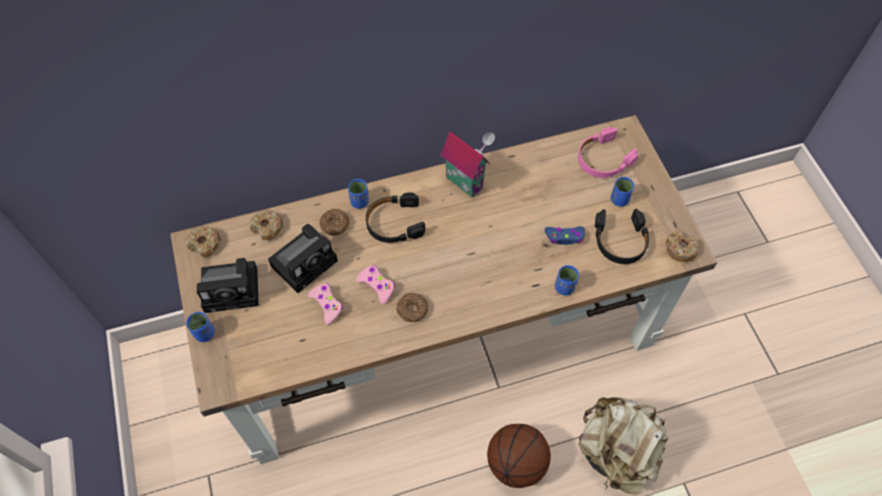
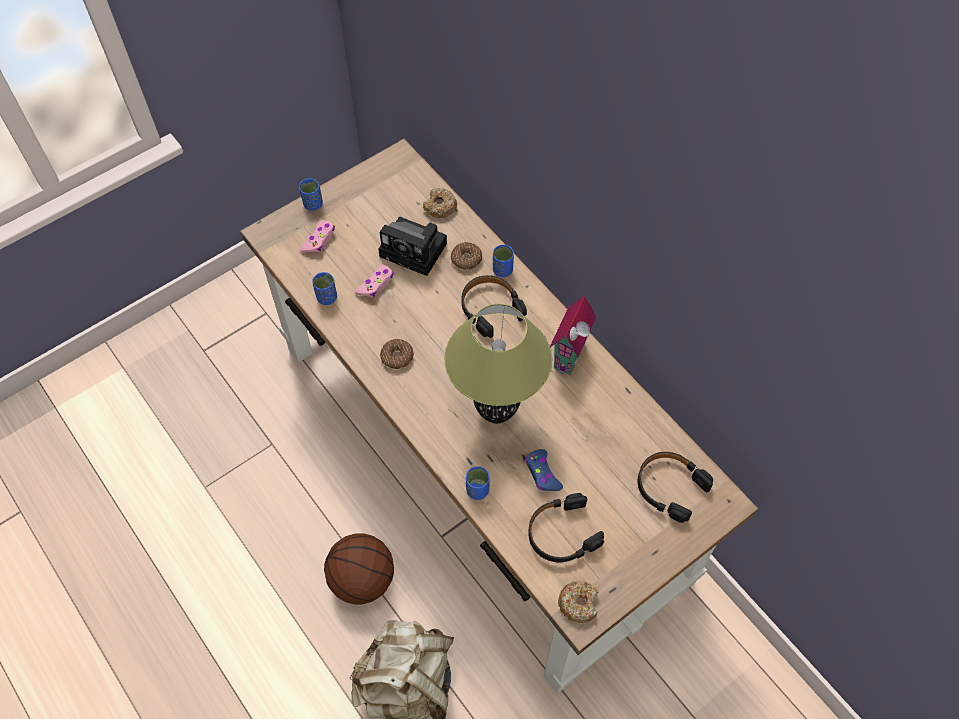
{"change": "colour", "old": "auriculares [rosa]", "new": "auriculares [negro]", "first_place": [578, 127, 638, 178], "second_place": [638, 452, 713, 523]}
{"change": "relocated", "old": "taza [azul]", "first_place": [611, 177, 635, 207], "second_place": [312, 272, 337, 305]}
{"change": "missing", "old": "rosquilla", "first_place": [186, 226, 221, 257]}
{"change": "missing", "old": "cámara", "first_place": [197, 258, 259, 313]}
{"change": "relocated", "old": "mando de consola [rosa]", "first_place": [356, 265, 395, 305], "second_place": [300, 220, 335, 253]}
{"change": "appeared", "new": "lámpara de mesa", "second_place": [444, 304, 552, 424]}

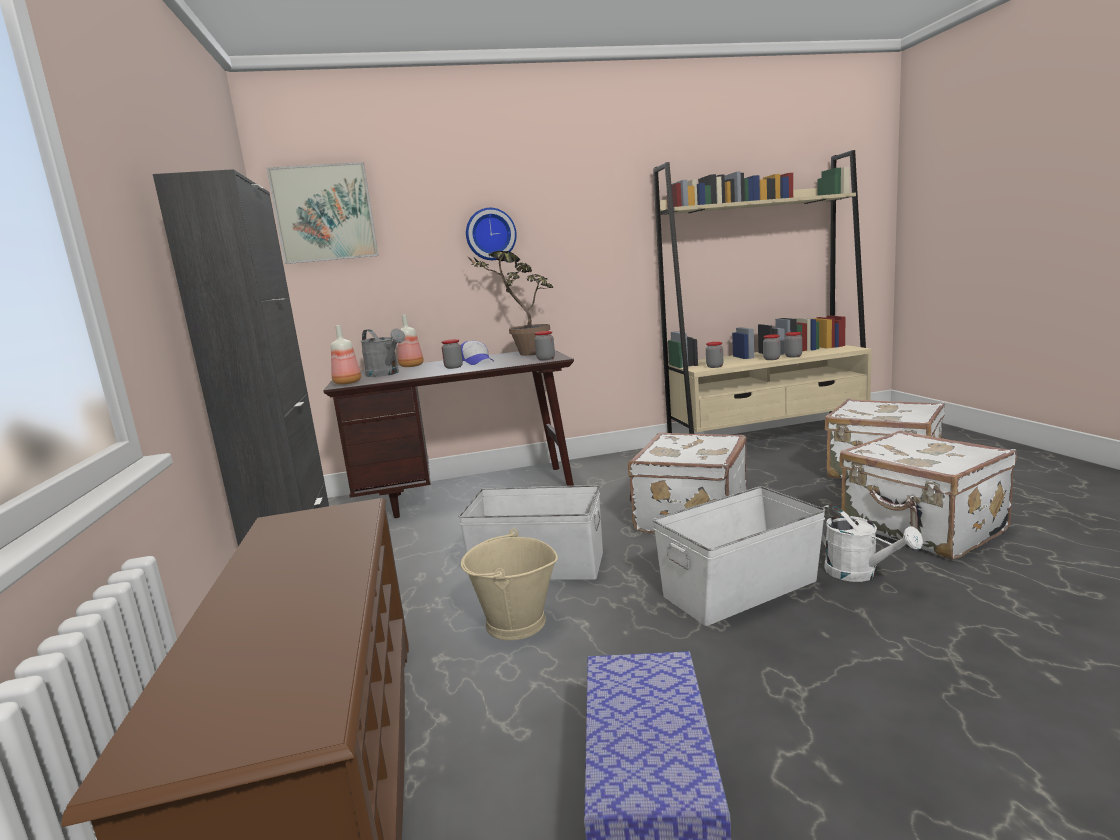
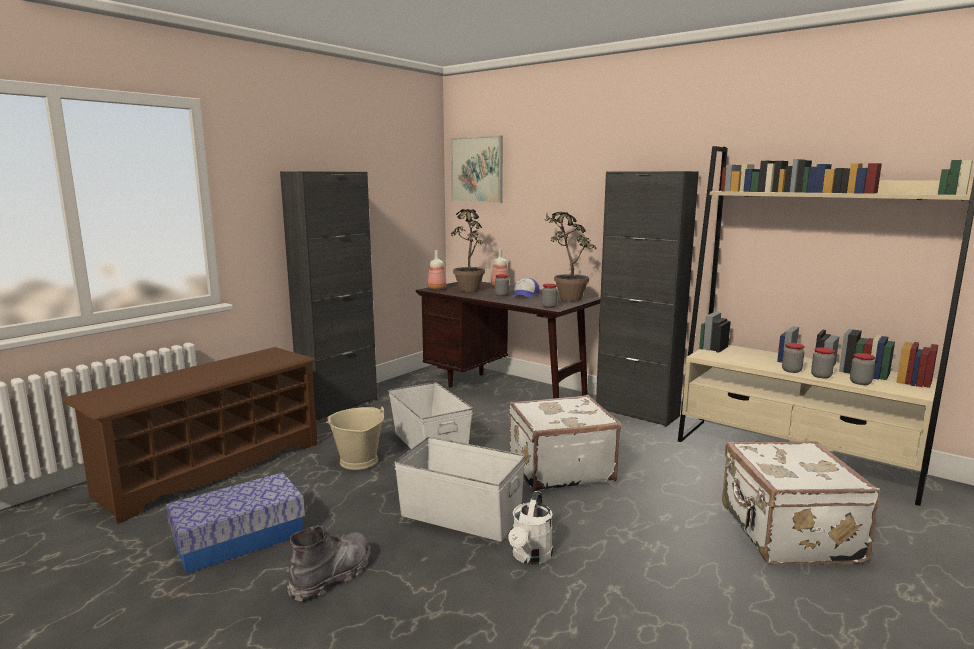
{"change": "missing", "old": "reloj de pared", "first_place": [466, 208, 517, 260]}
{"change": "exchanged", "old": "regadera [gris]", "new": "planta en maceta", "first_place": [360, 329, 405, 377], "second_place": [451, 209, 485, 292]}
{"change": "relocated", "old": "tarro", "first_place": [706, 342, 723, 368], "second_place": [850, 353, 875, 385]}
{"change": "missing", "old": "maleta [blanco]", "first_place": [839, 430, 1017, 560]}
{"change": "appeared", "new": "armario [negro]", "second_place": [596, 171, 699, 427]}
{"change": "appeared", "new": "bota [gris]", "second_place": [287, 526, 370, 601]}

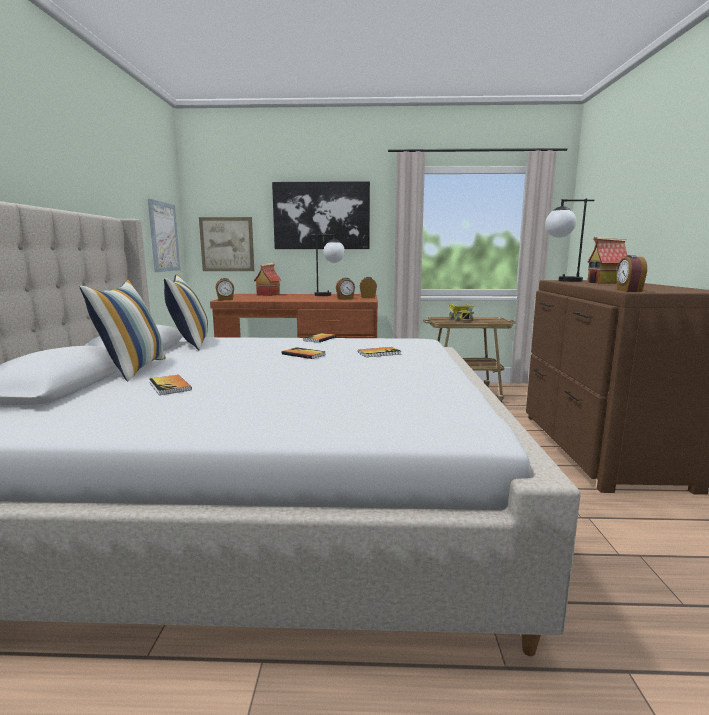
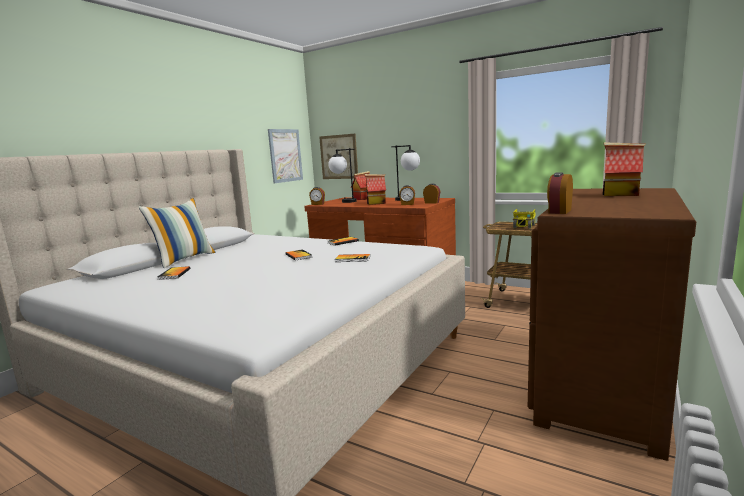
{"change": "missing", "old": "cuadro", "first_place": [272, 181, 370, 249]}
{"change": "relocated", "old": "lámpara de mesa", "first_place": [545, 199, 595, 282], "second_place": [328, 148, 356, 203]}
{"change": "missing", "old": "cojín", "first_place": [164, 274, 208, 350]}
{"change": "appeared", "new": "casita", "second_place": [364, 174, 386, 205]}

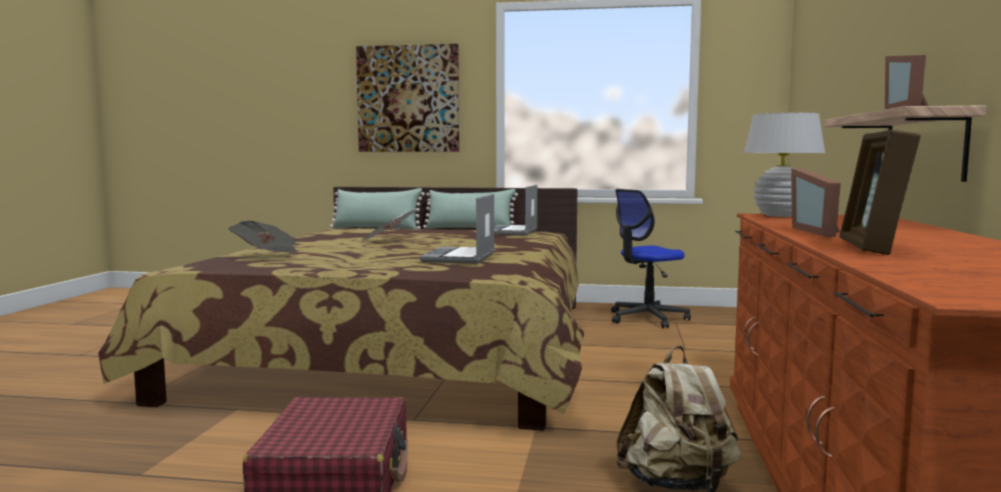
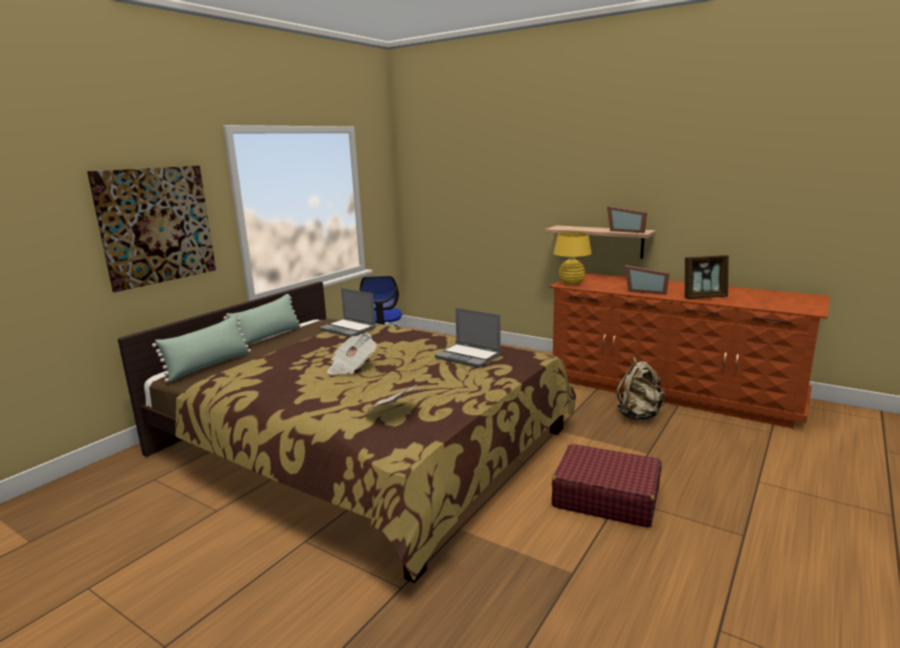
{"change": "colour", "old": "lámpara de mesa [blanco]", "new": "lámpara de mesa [amarillo]", "first_place": [744, 112, 825, 217], "second_place": [553, 232, 592, 285]}
{"change": "spun", "old": "portarretratos", "first_place": [839, 130, 921, 255], "second_place": [685, 255, 729, 299], "degrees": -45}

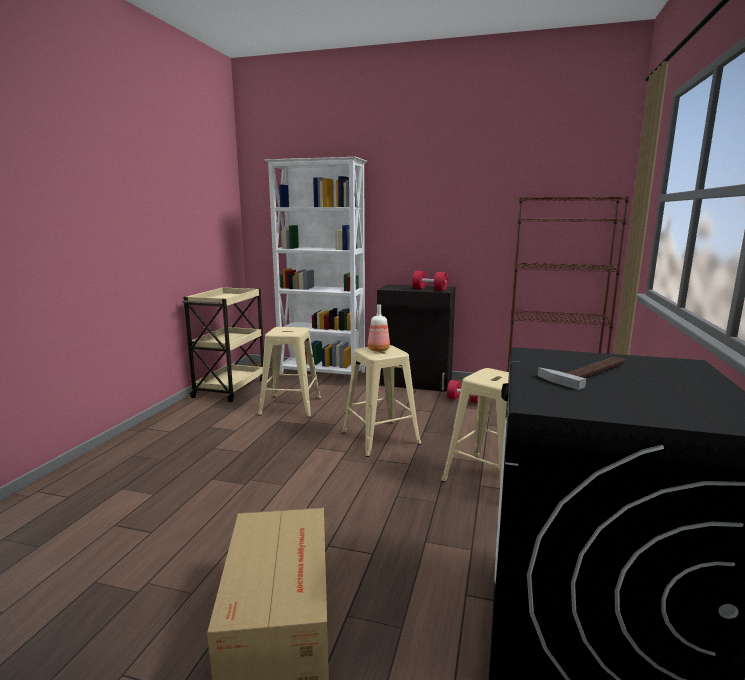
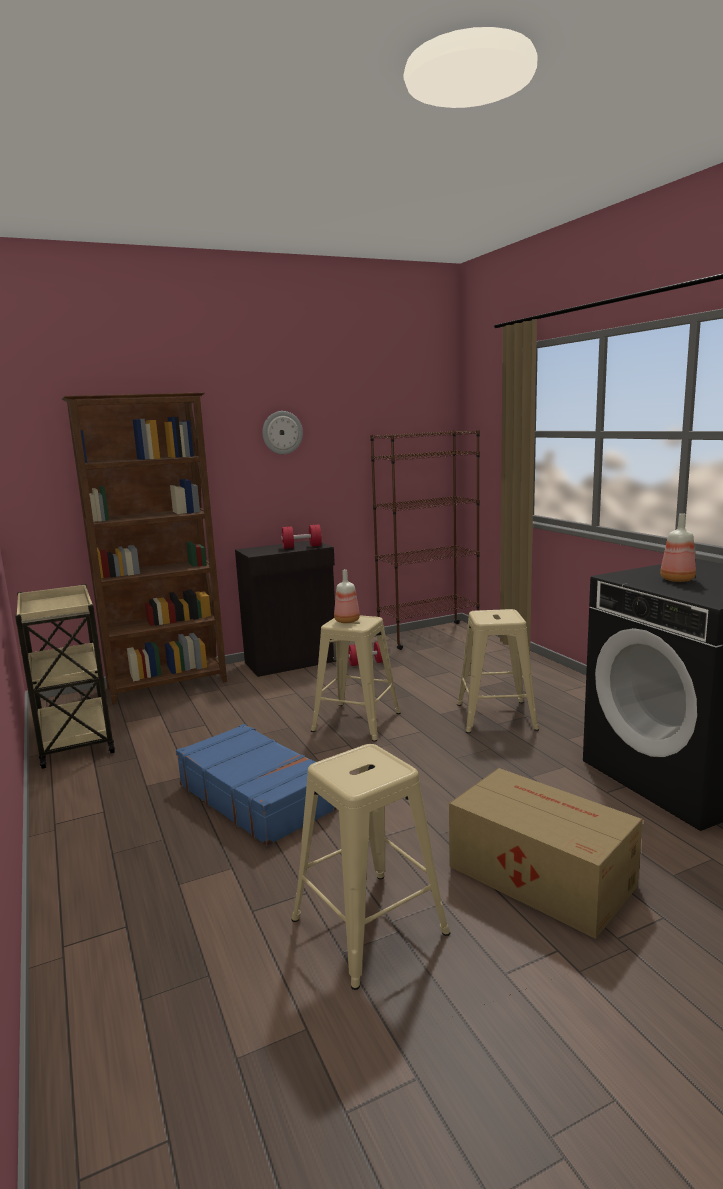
{"change": "colour", "old": "estantería [blanco]", "new": "estantería [marrón]", "first_place": [264, 157, 367, 375], "second_place": [62, 392, 227, 704]}
{"change": "relocated", "old": "taburete [beis]", "first_place": [258, 327, 321, 418], "second_place": [291, 744, 450, 990]}
{"change": "exchanged", "old": "martillo", "new": "botella", "first_place": [538, 357, 625, 390], "second_place": [660, 513, 696, 582]}
{"change": "appeared", "new": "reloj de pared", "second_place": [262, 411, 303, 454]}
{"change": "appeared", "new": "maleta [azul]", "second_place": [176, 724, 337, 846]}

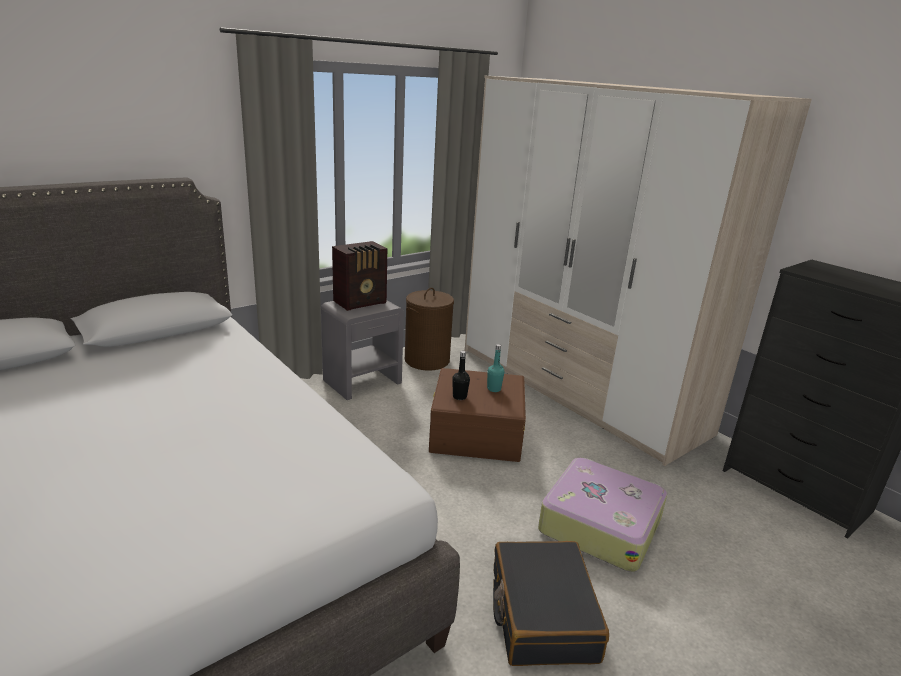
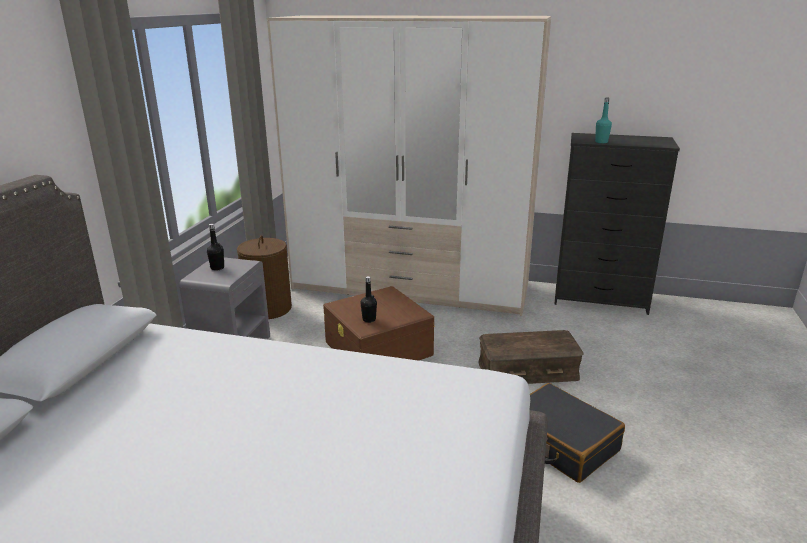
{"change": "exchanged", "old": "radio", "new": "botella [negro]", "first_place": [332, 241, 387, 311], "second_place": [207, 224, 224, 271]}
{"change": "relocated", "old": "botella [turquesa]", "first_place": [487, 344, 504, 392], "second_place": [595, 98, 612, 143]}
{"change": "exchanged", "old": "maleta", "new": "caja de almacenaje [marrón]", "first_place": [538, 458, 667, 572], "second_place": [478, 330, 583, 384]}

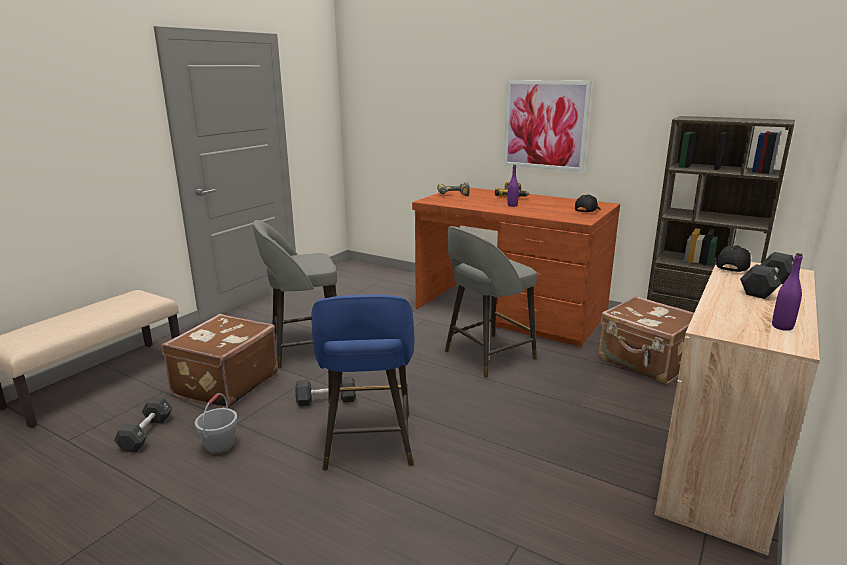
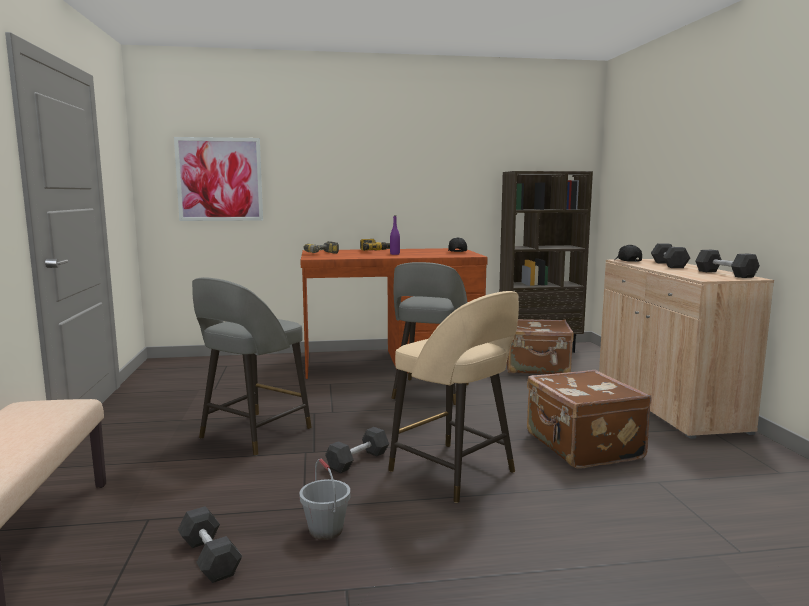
{"change": "relocated", "old": "cuadro", "first_place": [503, 80, 592, 172], "second_place": [174, 137, 263, 221]}
{"change": "exchanged", "old": "botella [morado]", "new": "mancuerna [negro]", "first_place": [772, 253, 803, 331], "second_place": [695, 250, 760, 278]}
{"change": "colour", "old": "taburete [azul]", "new": "taburete [beis]", "first_place": [311, 294, 414, 471], "second_place": [388, 291, 519, 503]}
{"change": "relocated", "old": "maleta [marrón]", "first_place": [161, 314, 278, 409], "second_place": [527, 370, 651, 469]}

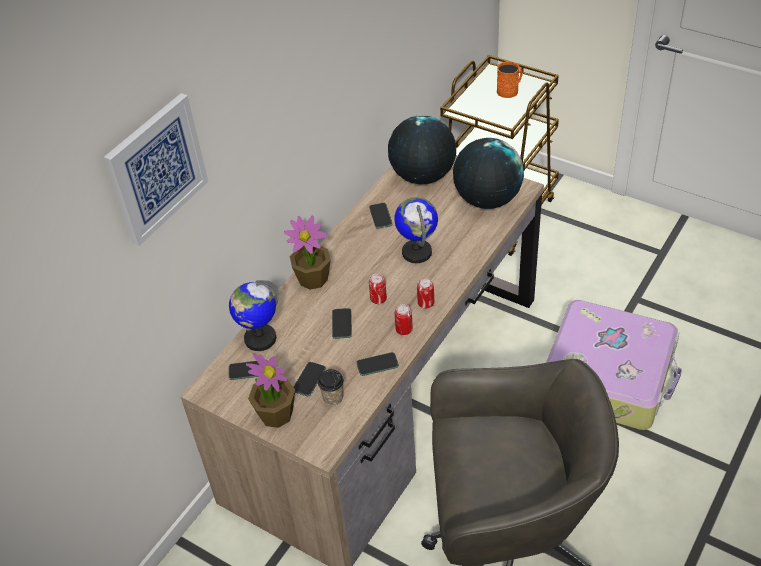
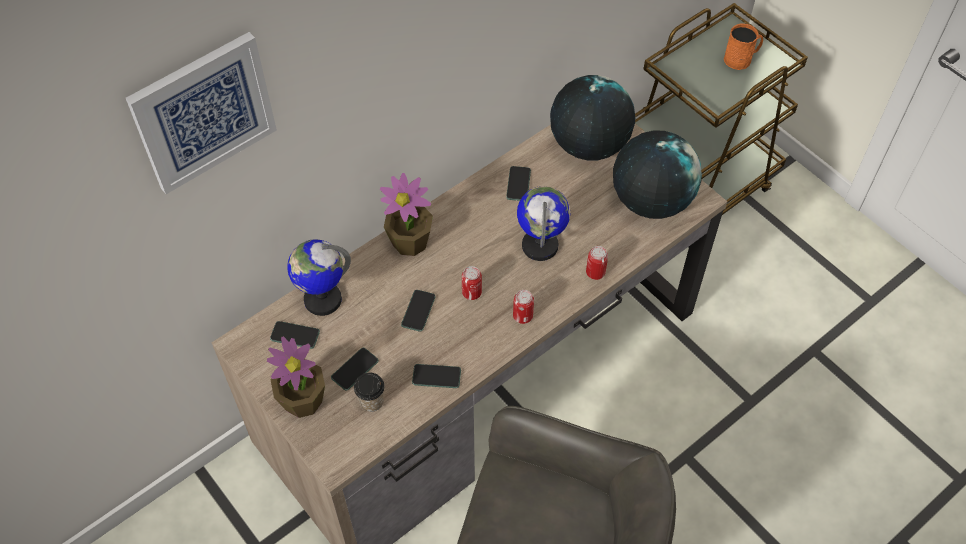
{"change": "missing", "old": "maleta", "first_place": [546, 300, 682, 430]}
{"change": "relocated", "old": "lata", "first_place": [395, 304, 413, 335], "second_place": [586, 246, 608, 280]}

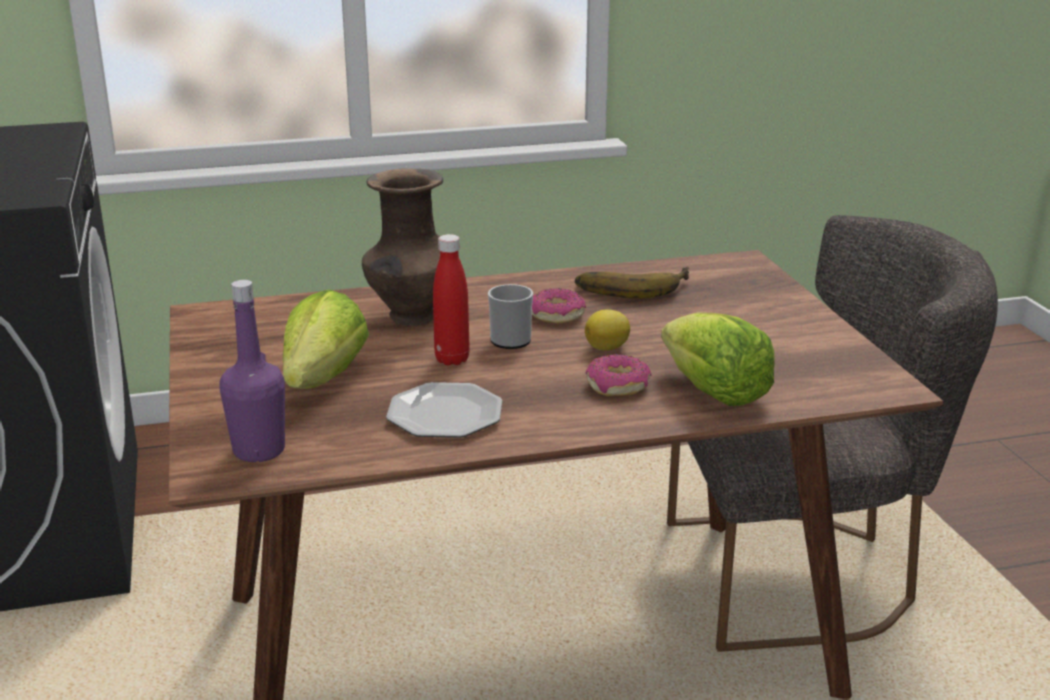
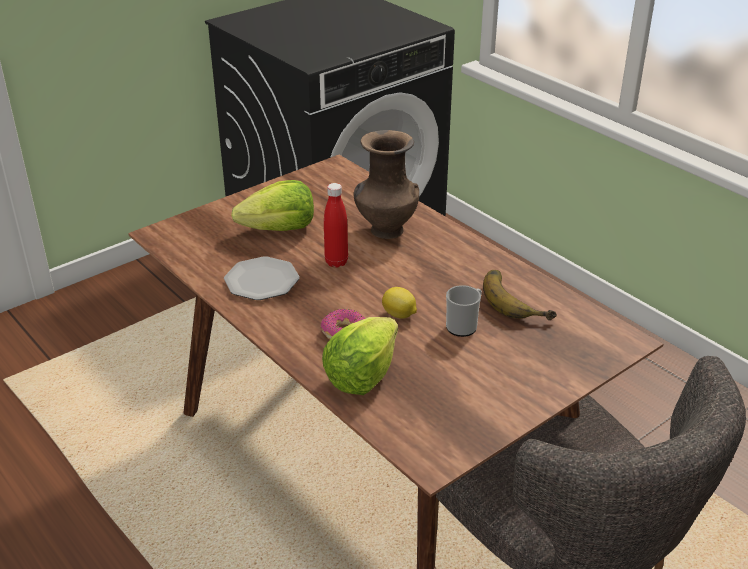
{"change": "missing", "old": "botella [morado]", "first_place": [220, 280, 285, 462]}
{"change": "relocated", "old": "taza grande", "first_place": [488, 284, 533, 349], "second_place": [446, 285, 482, 337]}
{"change": "missing", "old": "rosquilla", "first_place": [532, 288, 586, 323]}

